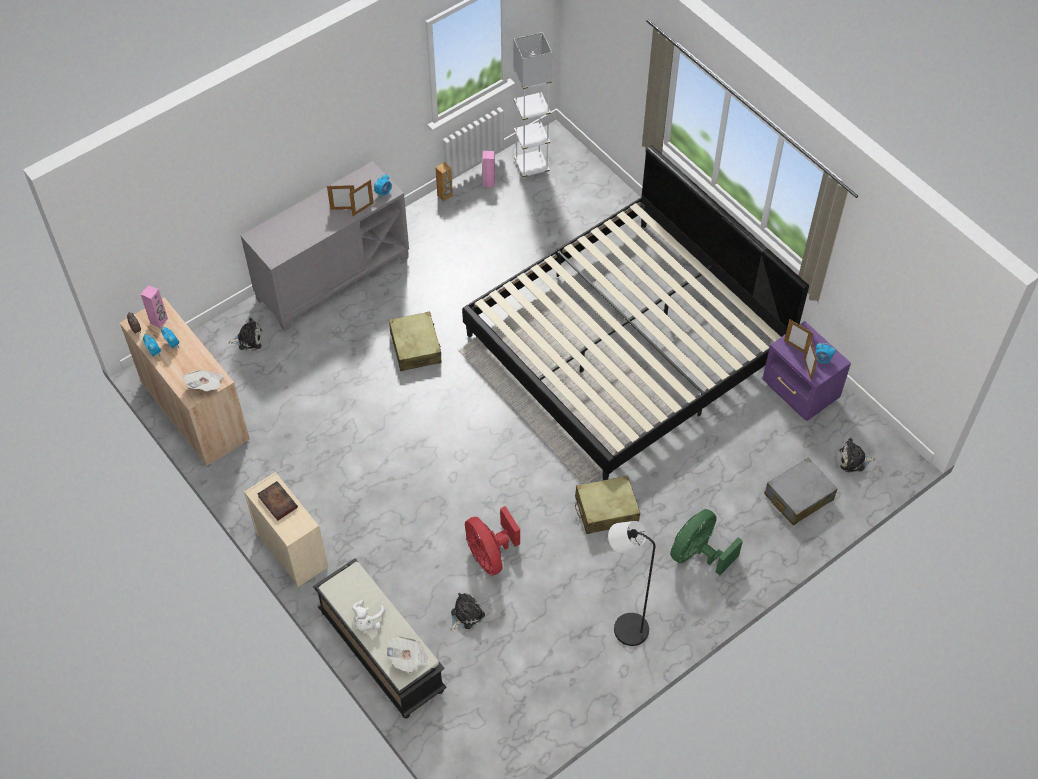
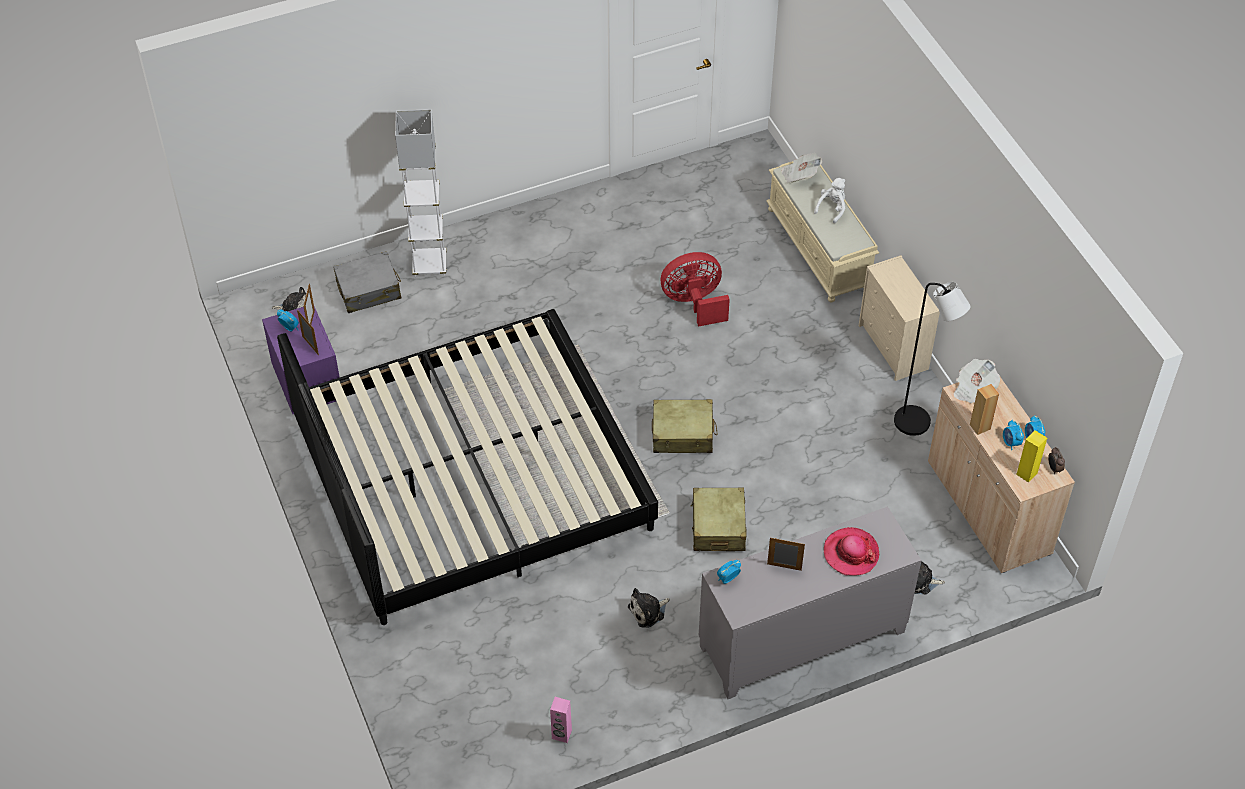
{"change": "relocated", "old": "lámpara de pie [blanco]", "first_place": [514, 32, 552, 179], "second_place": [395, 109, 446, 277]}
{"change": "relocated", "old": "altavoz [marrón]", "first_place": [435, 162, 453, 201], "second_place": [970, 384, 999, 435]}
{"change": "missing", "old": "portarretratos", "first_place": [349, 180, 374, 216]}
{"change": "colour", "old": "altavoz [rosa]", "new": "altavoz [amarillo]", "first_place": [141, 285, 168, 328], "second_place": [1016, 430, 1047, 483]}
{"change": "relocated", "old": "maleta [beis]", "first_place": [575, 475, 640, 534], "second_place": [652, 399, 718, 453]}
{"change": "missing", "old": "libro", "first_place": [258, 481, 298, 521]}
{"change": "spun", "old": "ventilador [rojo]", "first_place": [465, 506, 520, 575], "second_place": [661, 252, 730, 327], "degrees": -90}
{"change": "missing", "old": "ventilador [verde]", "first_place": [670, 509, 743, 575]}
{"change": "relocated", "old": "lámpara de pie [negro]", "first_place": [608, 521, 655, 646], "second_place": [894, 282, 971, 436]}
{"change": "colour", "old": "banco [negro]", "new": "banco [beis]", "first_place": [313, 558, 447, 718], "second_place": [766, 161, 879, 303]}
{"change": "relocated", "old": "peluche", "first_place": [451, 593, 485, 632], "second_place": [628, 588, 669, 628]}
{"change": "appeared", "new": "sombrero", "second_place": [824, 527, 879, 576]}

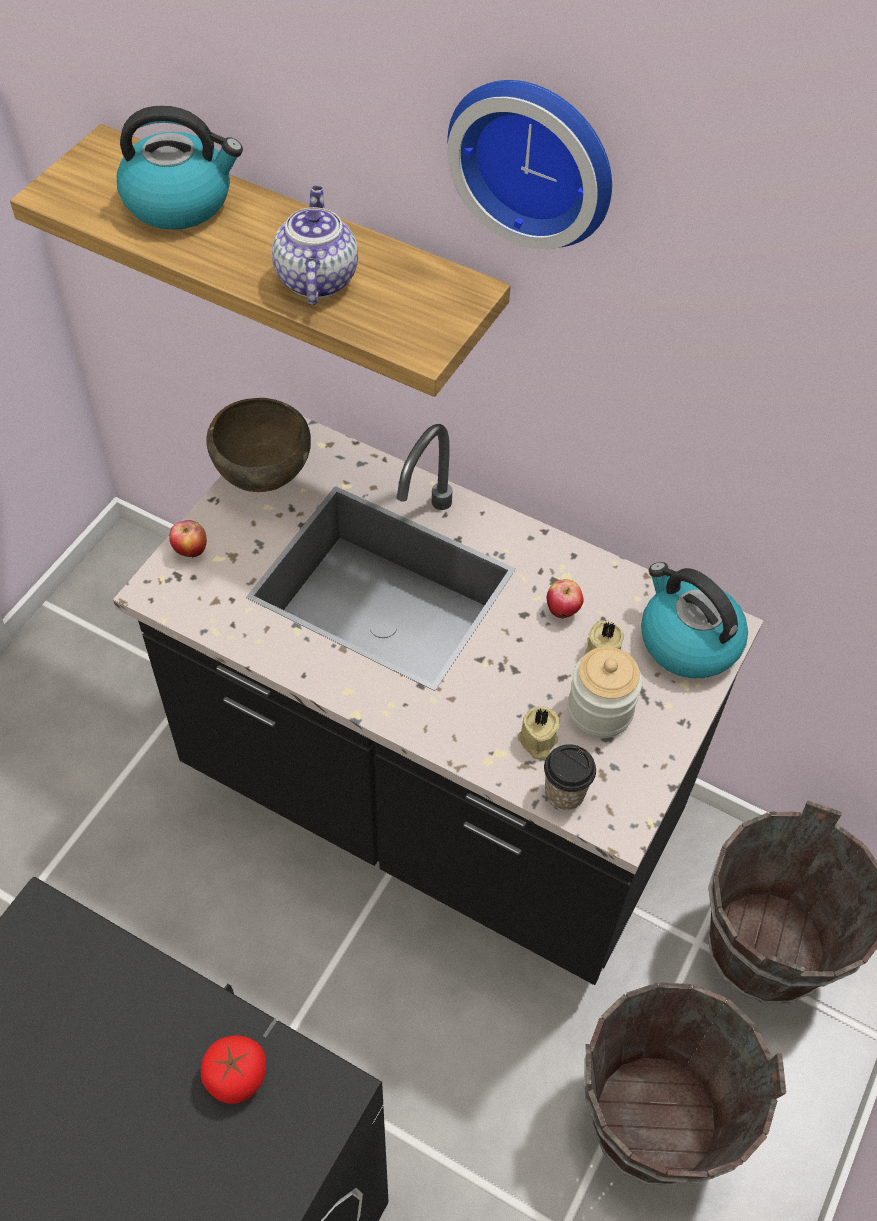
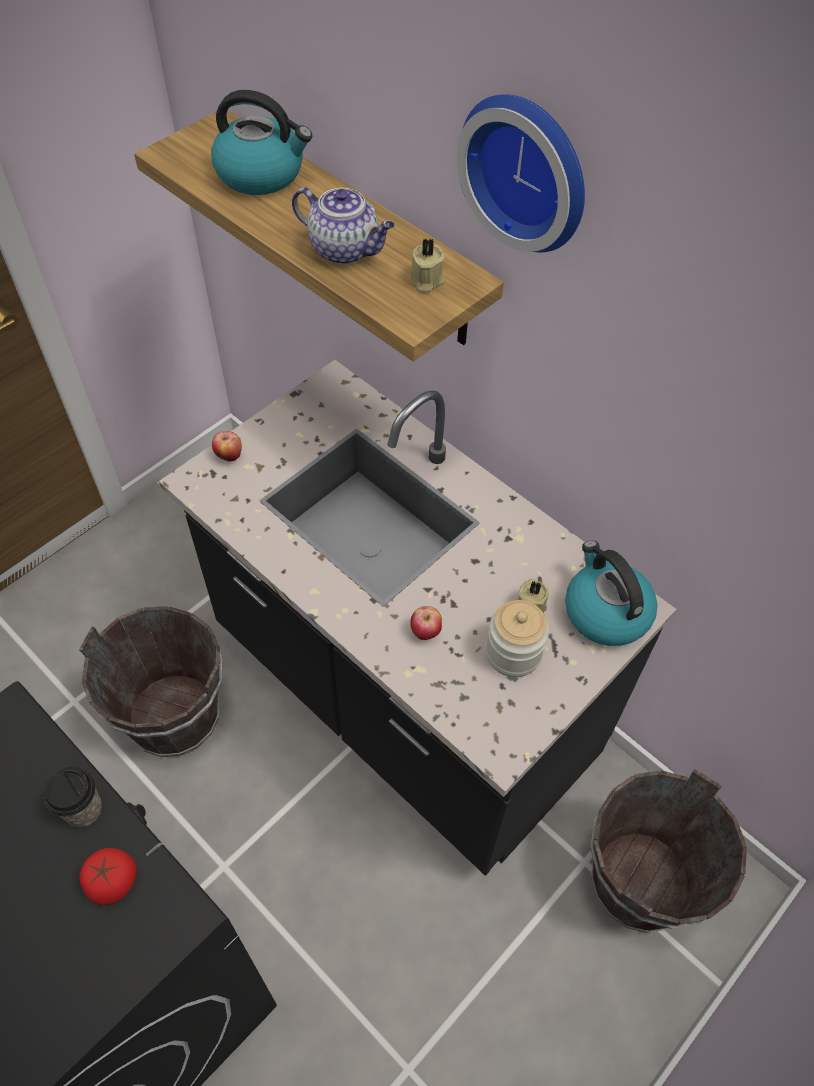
{"change": "spun", "old": "tetera", "first_place": [272, 186, 358, 305], "second_place": [292, 187, 395, 265], "degrees": 105}
{"change": "missing", "old": "cuenco [marrón]", "first_place": [206, 398, 311, 492]}
{"change": "relocated", "old": "manzana", "first_place": [547, 579, 583, 619], "second_place": [410, 606, 442, 640]}
{"change": "relocated", "old": "vela [beis]", "first_place": [518, 706, 560, 759], "second_place": [409, 238, 445, 293]}
{"change": "relocated", "old": "taza", "first_place": [544, 744, 596, 811], "second_place": [44, 767, 102, 827]}
{"change": "relocated", "old": "cubo [marrón]", "first_place": [584, 983, 786, 1186], "second_place": [79, 606, 222, 757]}

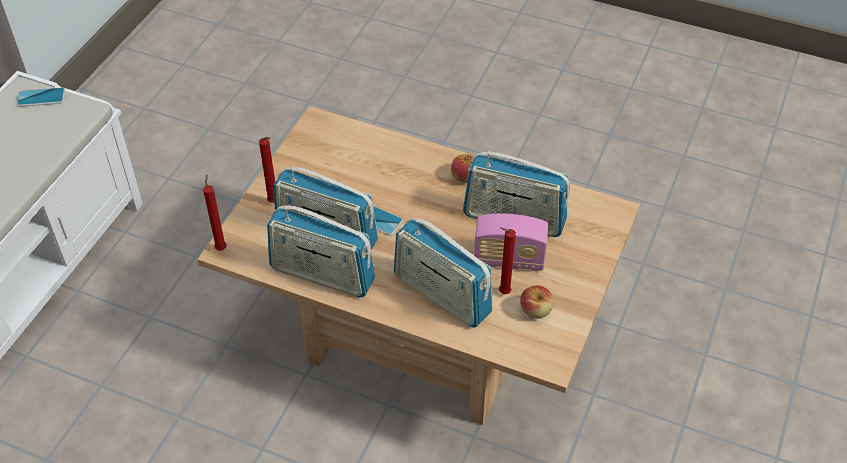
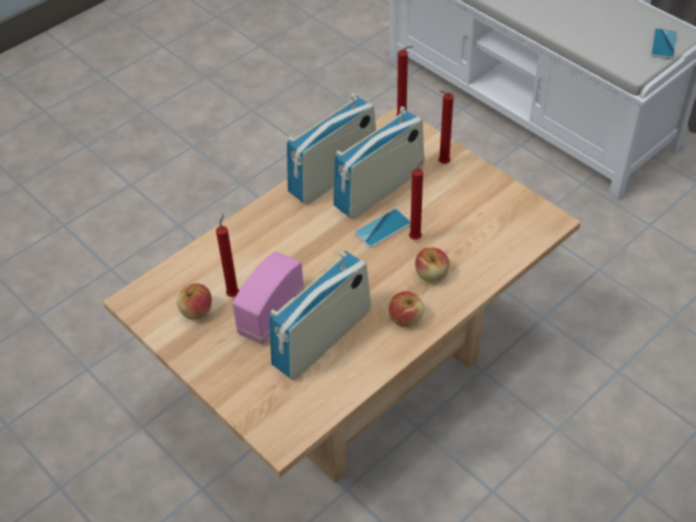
{"change": "missing", "old": "radio", "first_place": [394, 218, 492, 328]}
{"change": "appeared", "new": "vela [rojo]", "second_place": [409, 158, 425, 240]}
{"change": "appeared", "new": "manzana", "second_place": [415, 248, 450, 282]}

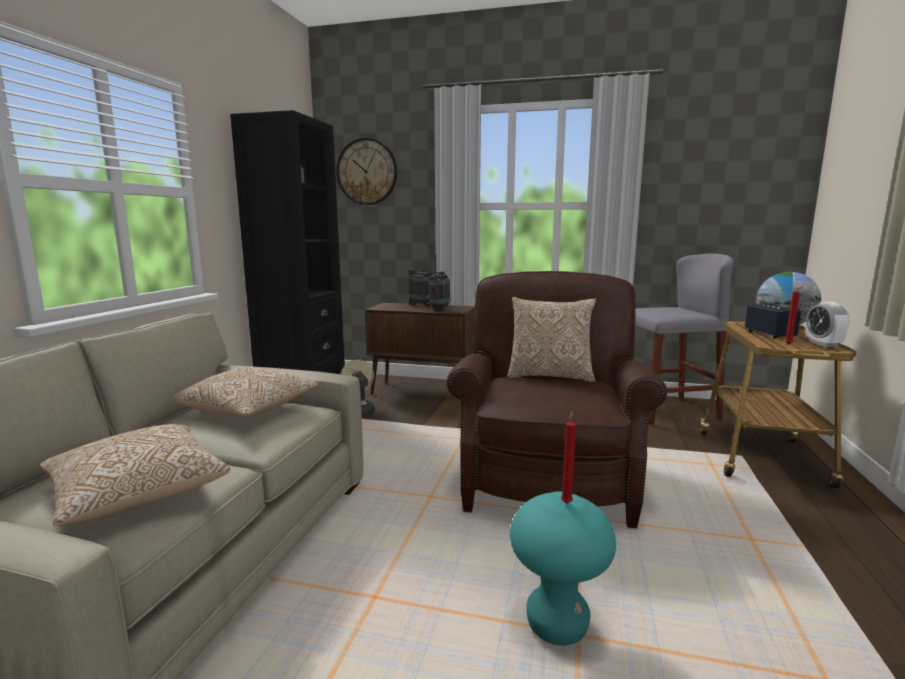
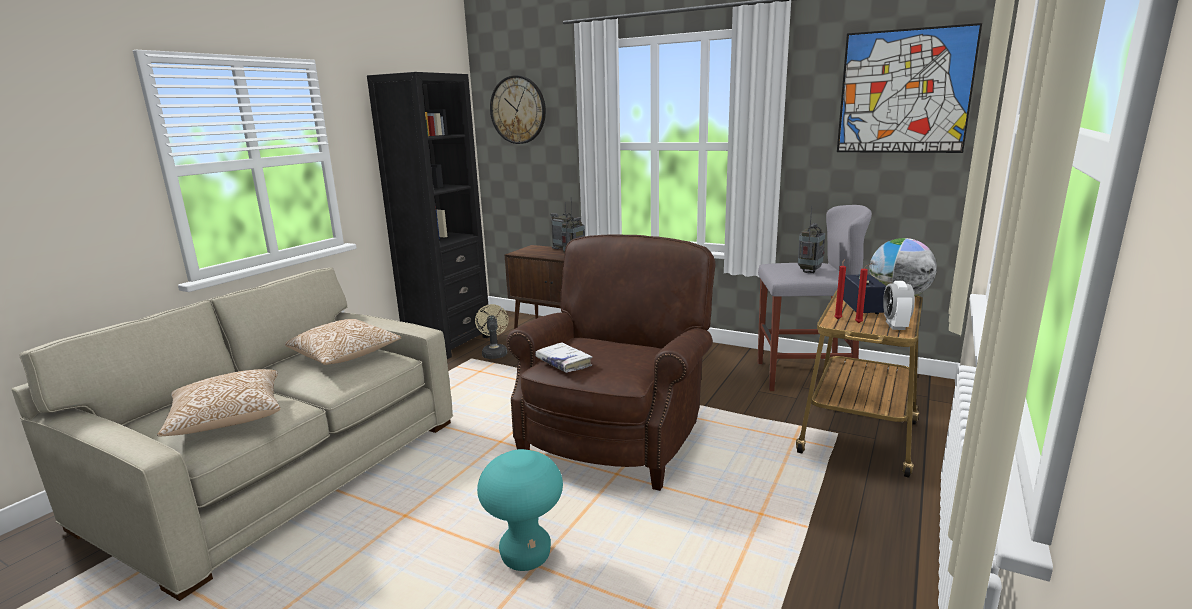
{"change": "missing", "old": "cojín", "first_place": [507, 297, 596, 382]}
{"change": "relocated", "old": "vela [rojo]", "first_place": [561, 411, 576, 503], "second_place": [834, 259, 846, 319]}
{"change": "appeared", "new": "cuadro", "second_place": [837, 23, 982, 153]}
{"change": "appeared", "new": "radio", "second_place": [798, 206, 825, 273]}
{"change": "appeared", "new": "libro [blanco]", "second_place": [535, 342, 592, 373]}

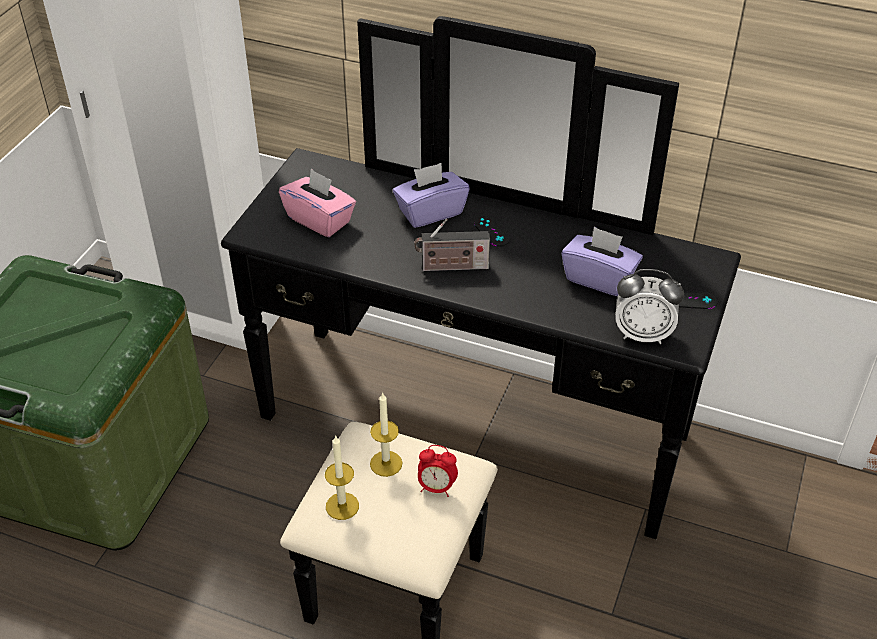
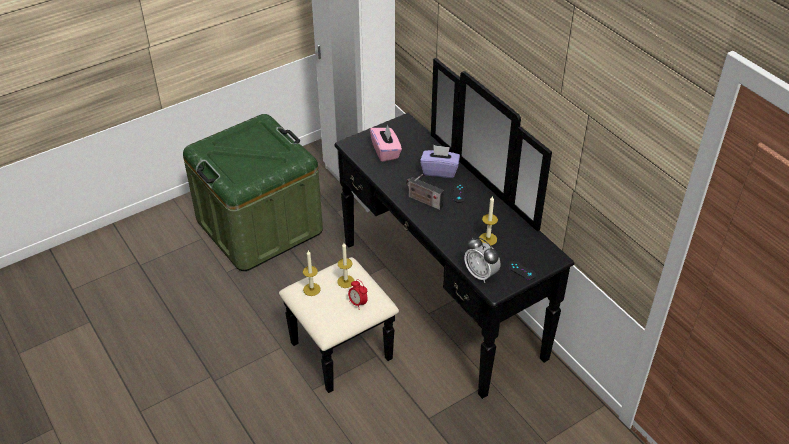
{"change": "exchanged", "old": "caja de pañuelos [morado]", "new": "vela", "first_place": [561, 227, 643, 296], "second_place": [479, 196, 498, 245]}

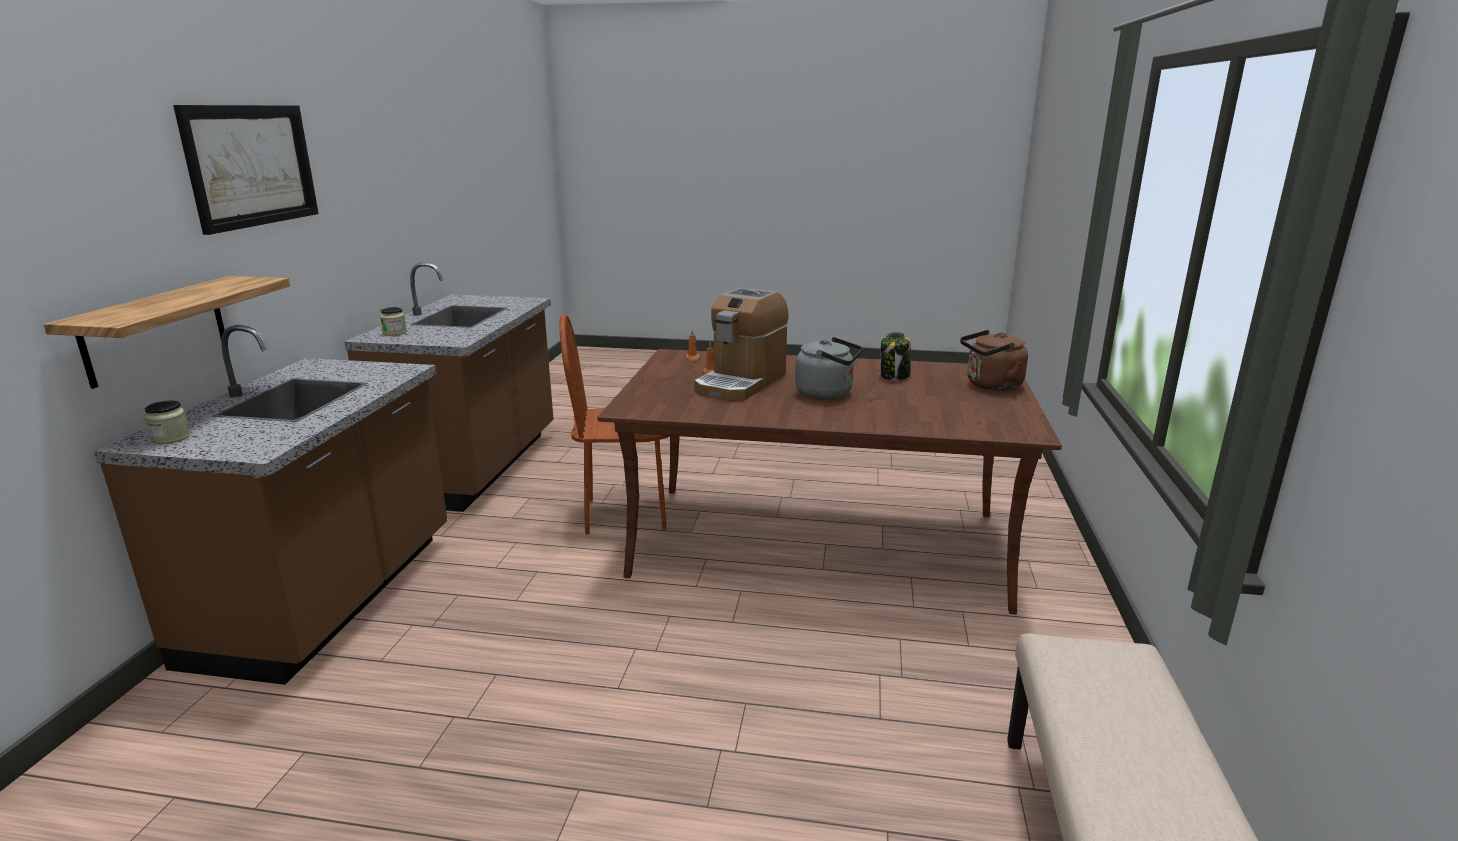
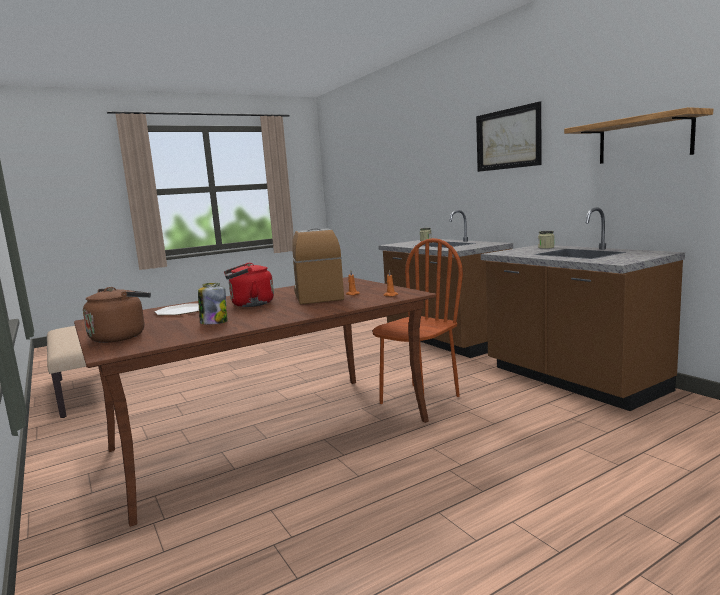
{"change": "relocated", "old": "estante", "first_place": [43, 276, 290, 389], "second_place": [564, 107, 713, 164]}
{"change": "colour", "old": "hervidor [gris]", "new": "hervidor [rojo]", "first_place": [795, 337, 863, 400], "second_place": [224, 263, 274, 307]}
{"change": "appeared", "new": "plato", "second_place": [155, 303, 199, 315]}

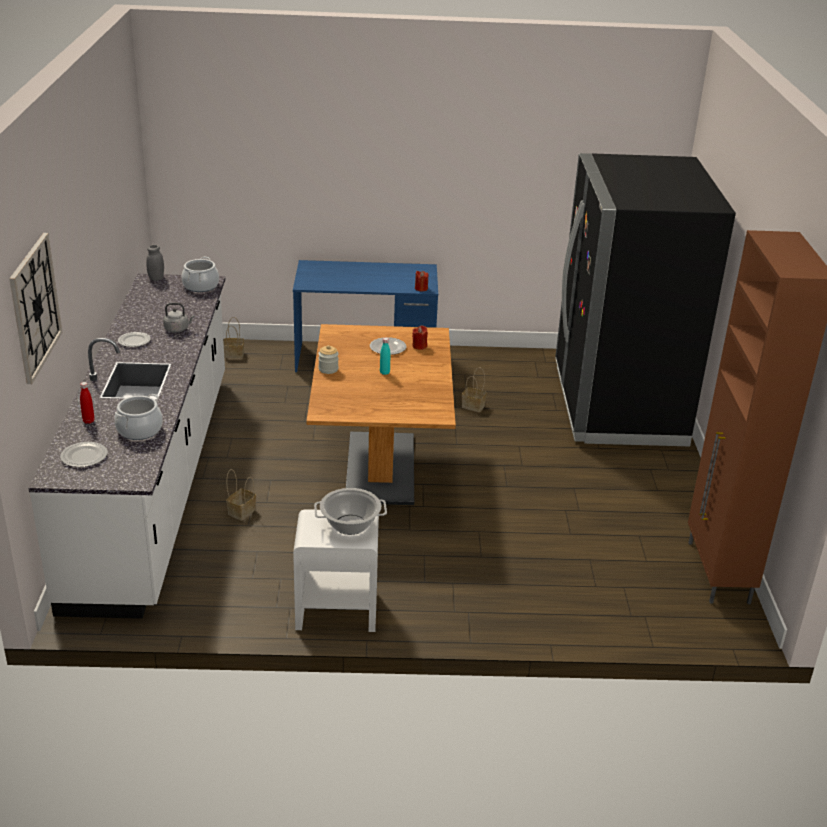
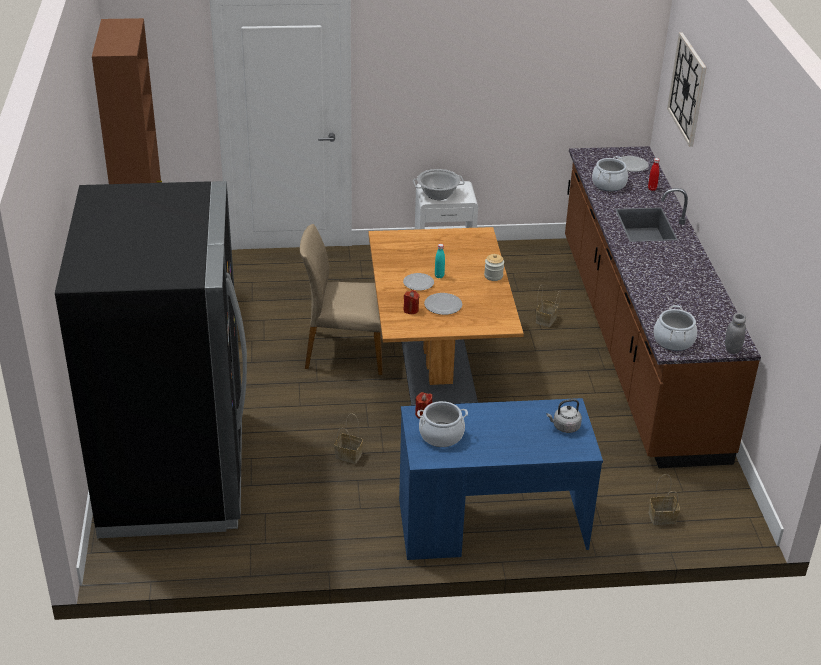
{"change": "colour", "old": "mueble bajo de cocina [blanco]", "new": "mueble bajo de cocina [marrón]", "first_place": [28, 274, 225, 619], "second_place": [565, 146, 761, 468]}
{"change": "relocated", "old": "hervidor [gris]", "first_place": [163, 303, 195, 333], "second_place": [546, 399, 582, 433]}
{"change": "relocated", "old": "plato", "first_place": [118, 332, 151, 347], "second_place": [403, 273, 434, 291]}
{"change": "appeared", "new": "silla [beis]", "second_place": [300, 224, 383, 375]}
{"change": "appeared", "new": "olla", "second_place": [417, 401, 468, 447]}

